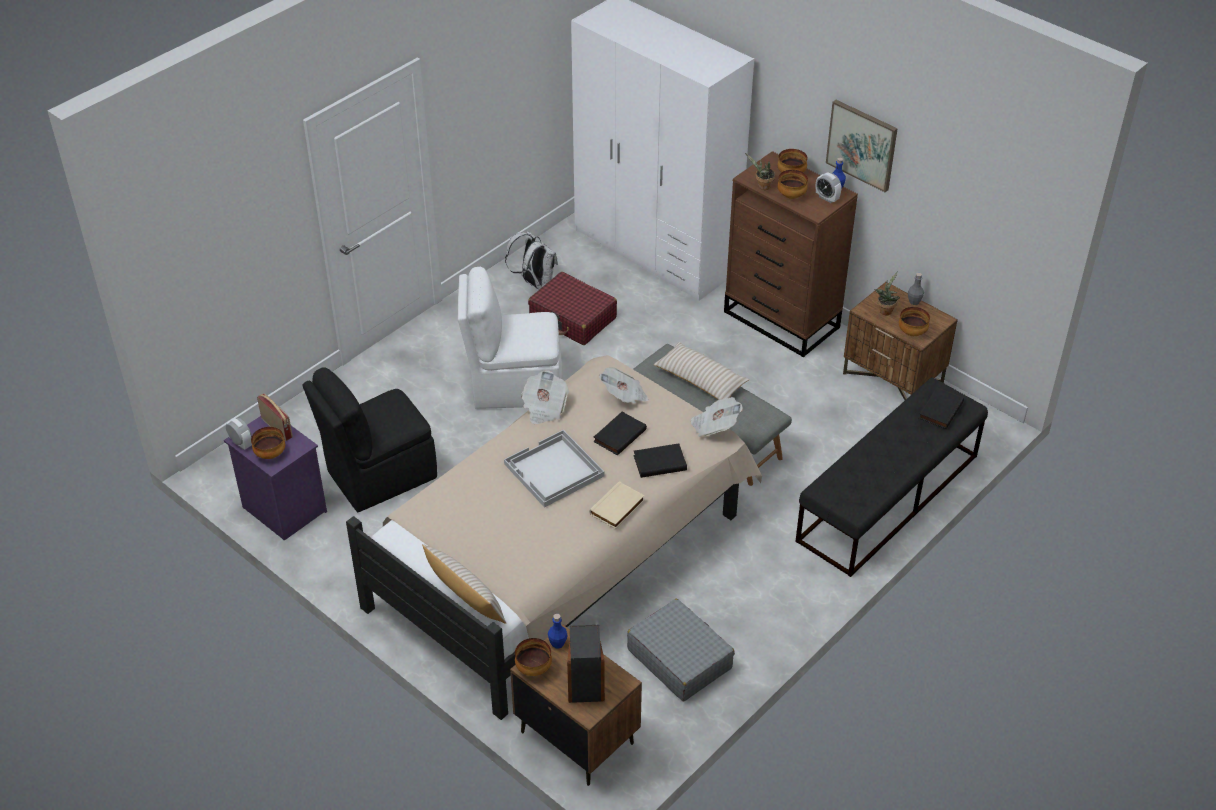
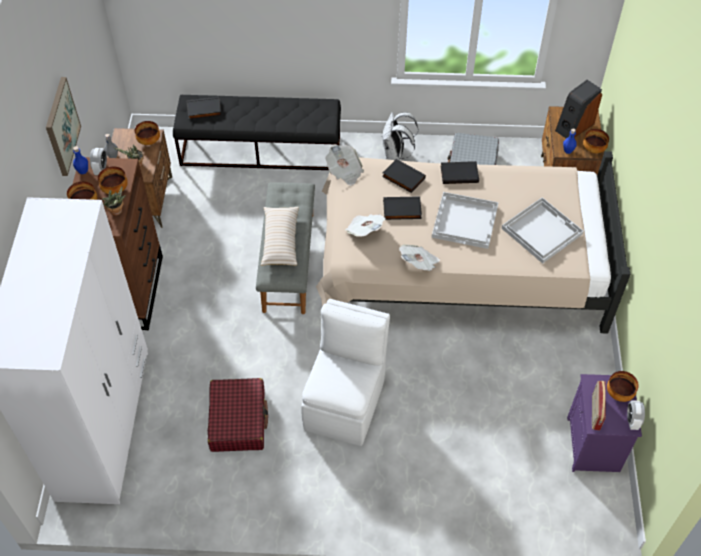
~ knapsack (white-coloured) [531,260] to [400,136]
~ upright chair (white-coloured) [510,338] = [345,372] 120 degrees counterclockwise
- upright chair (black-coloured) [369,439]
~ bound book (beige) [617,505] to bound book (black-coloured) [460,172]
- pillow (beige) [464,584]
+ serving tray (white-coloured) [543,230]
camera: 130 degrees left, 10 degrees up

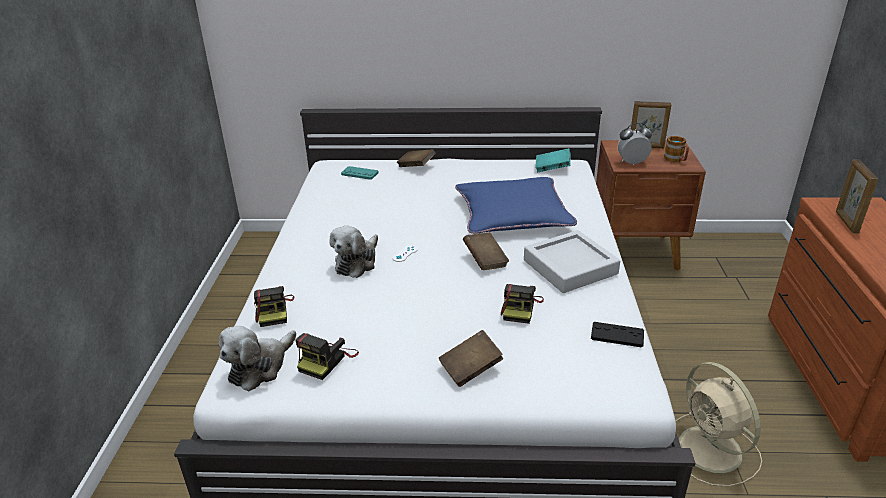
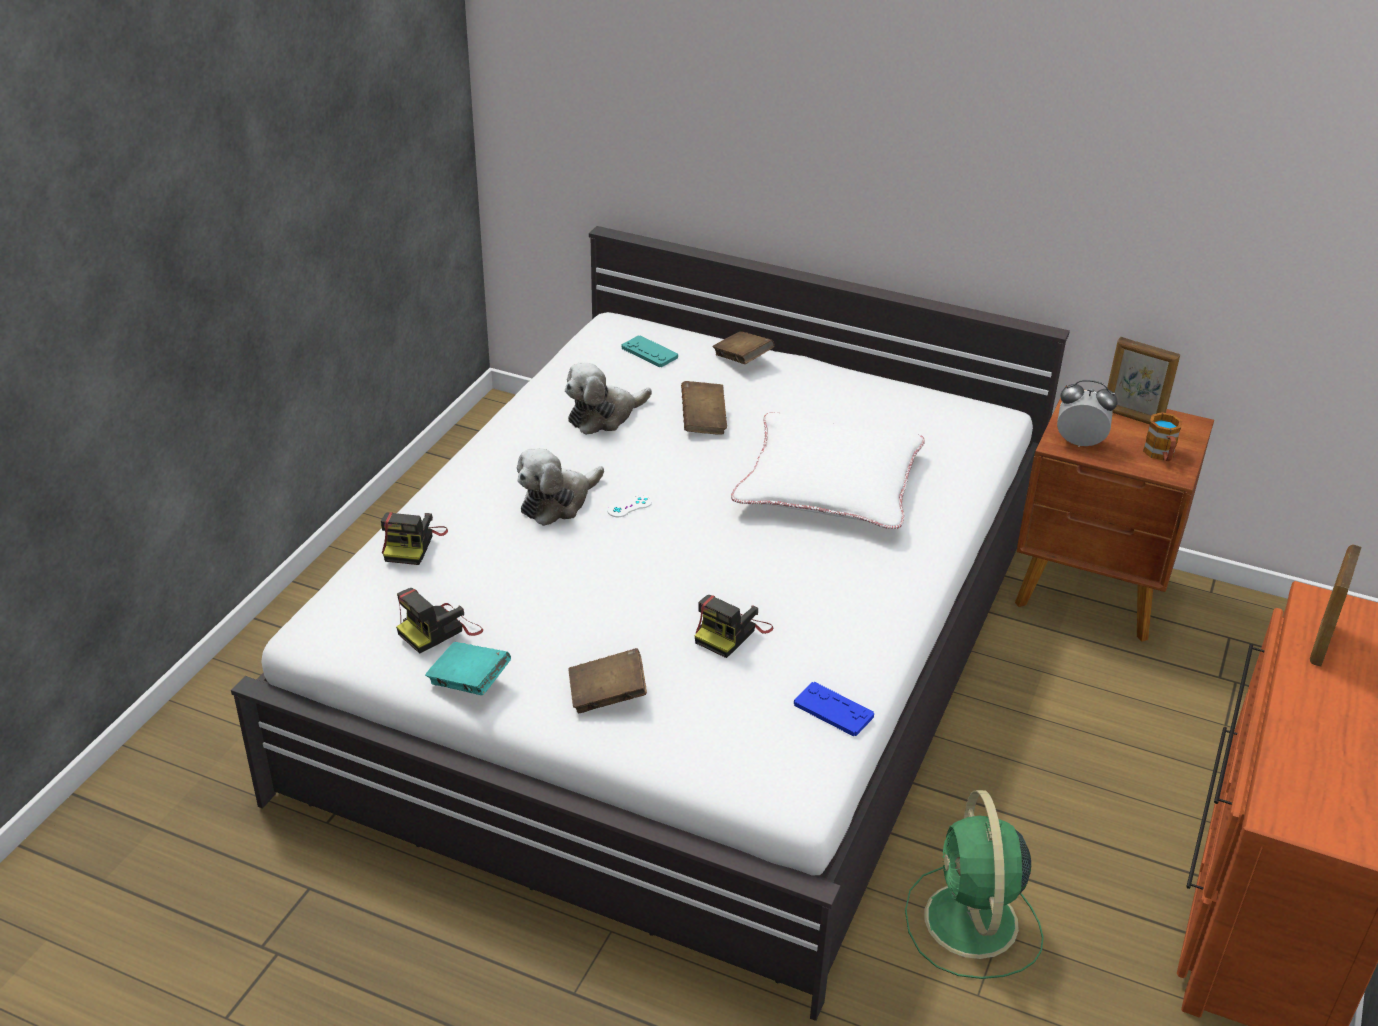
~ bound book (blue-green) [553,160] to [468,668]
~ pillow (blue) [516,205] to pillow (white-coloured) [828,470]
- serving tray (grey) [572,261]
~ bound book (brownish) [486,251] to [704,408]
~ game controller (black-coloured) [617,334] to game controller (blue) [834,709]
~ plush toy [257,358] to [608,399]
~ fan (beige) [718,424] to fan (green-coloured) [974,884]
camera: 20 degrees right, 5 degrees up

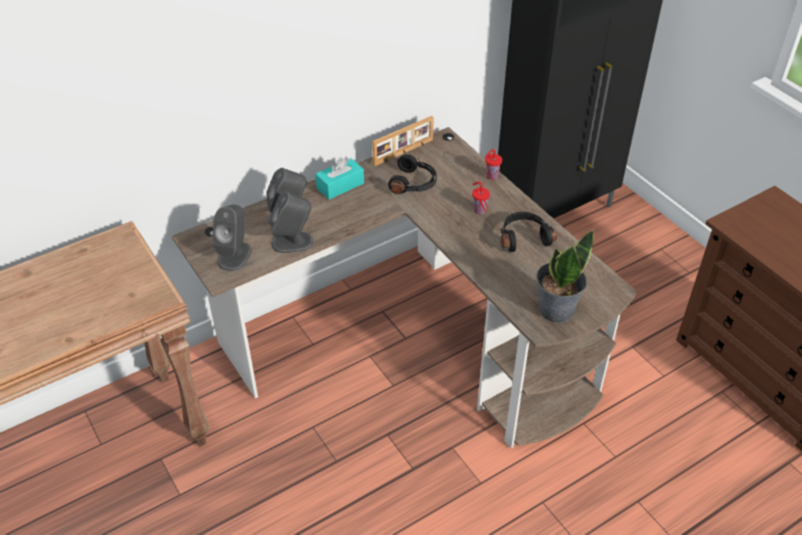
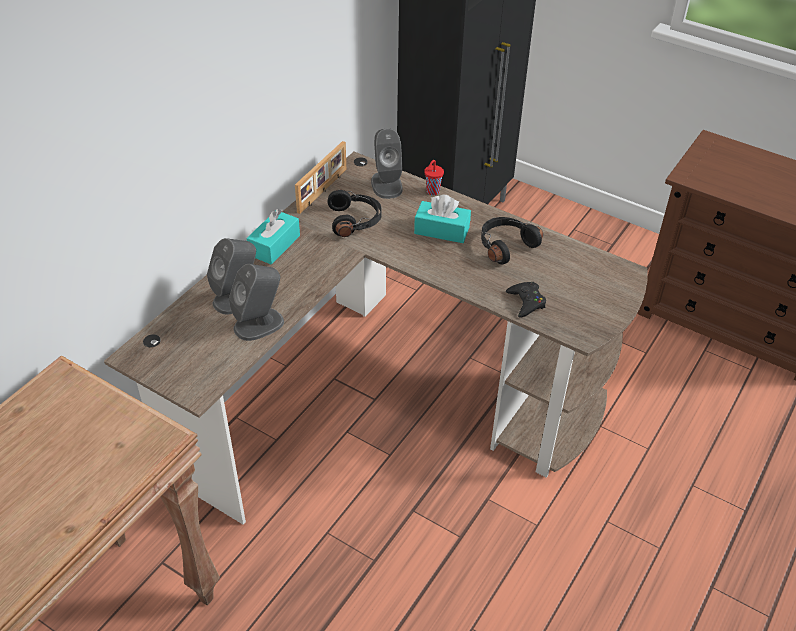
~ drinking cup (red) [481,198] to tissue holder (blue-green) [442,219]
~ loudspeaker (grey) [232,238] to [387,164]
- plant in a pot [565,276]
+ game controller (black-coloured) [526,300]
camera: 25 degrees left, 0 degrees up

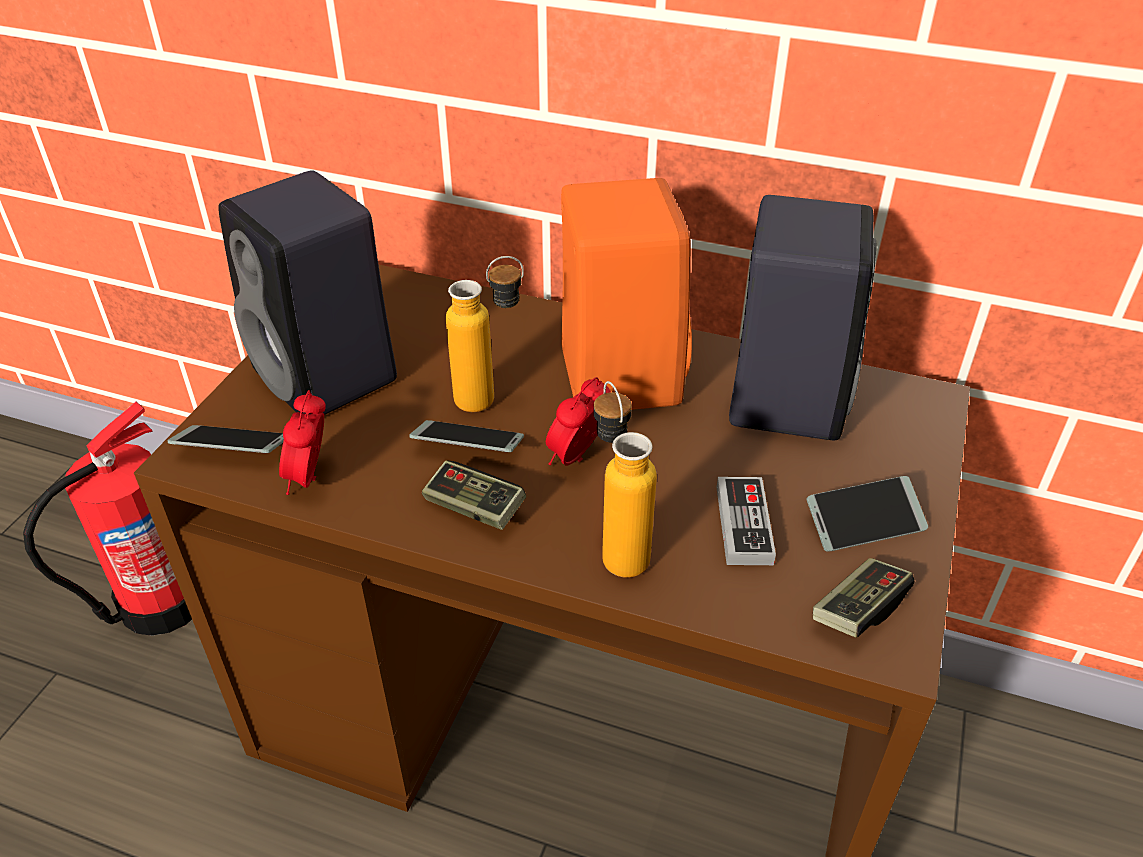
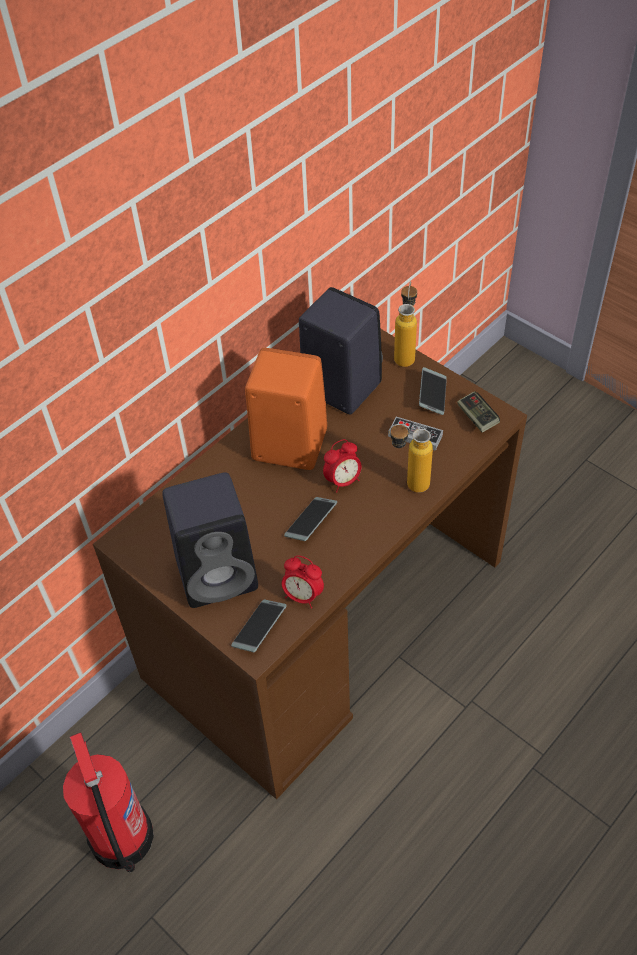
~ beverage bottle [485,334] to [405,324]
~ bedside clock [578,421] = [342,466] 90 degrees counterclockwise
- game controller [474,495]
camera: 65 degrees left, 10 degrees up

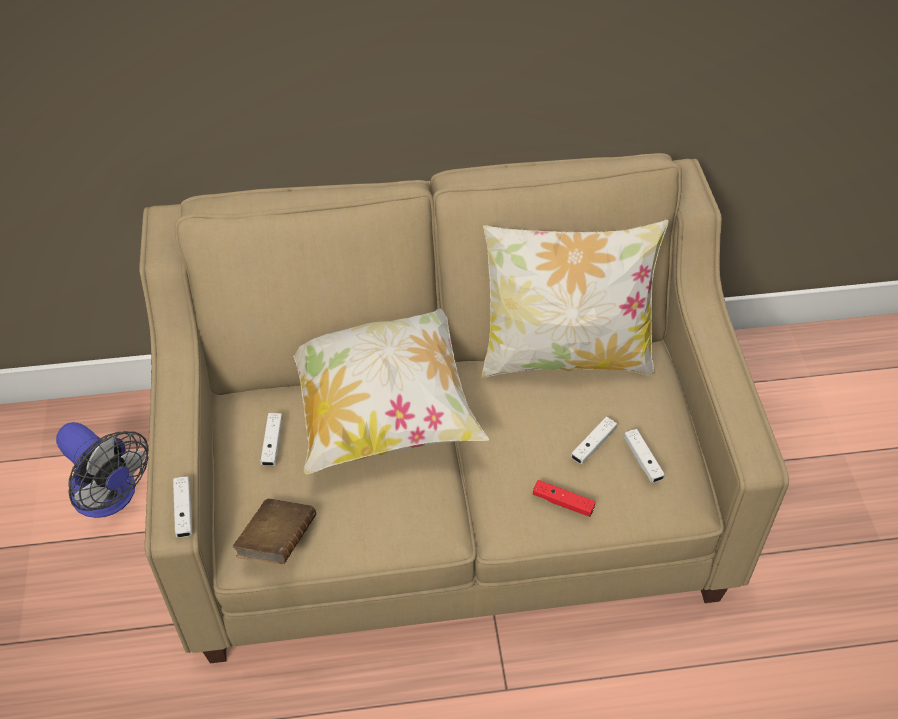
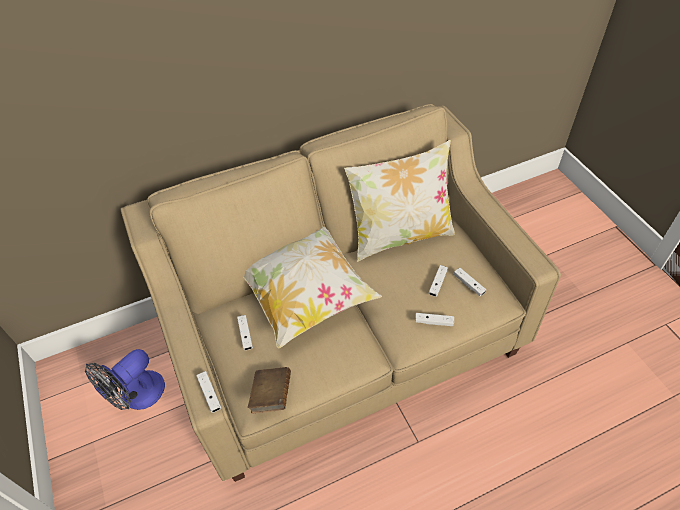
~ fan [102,470] = [125,379] 105 degrees clockwise
~ game controller (red) [564,498] to game controller (white-coloured) [434,319]
camera: 15 degrees left, 0 degrees up

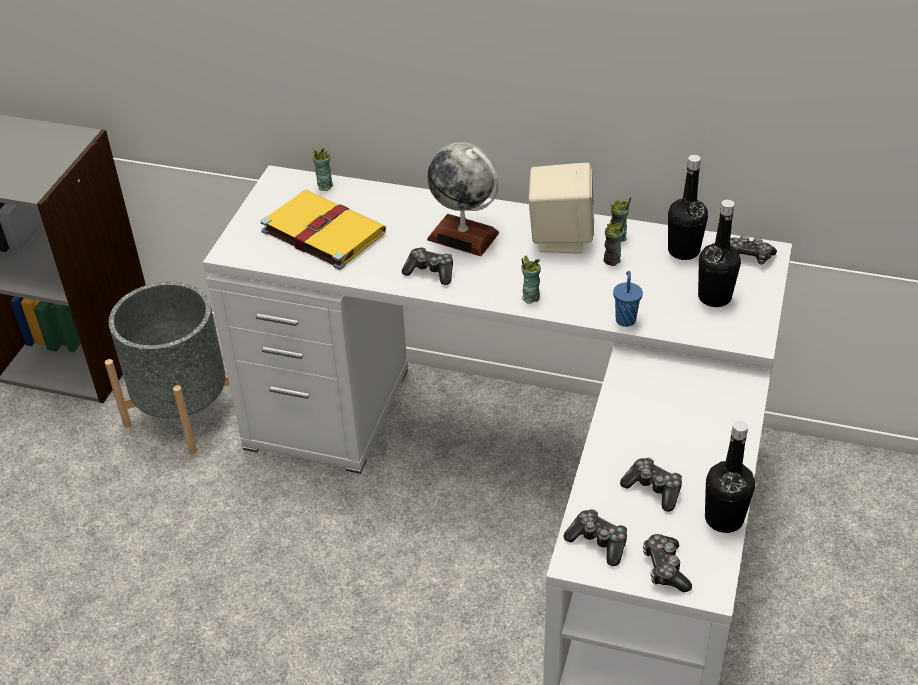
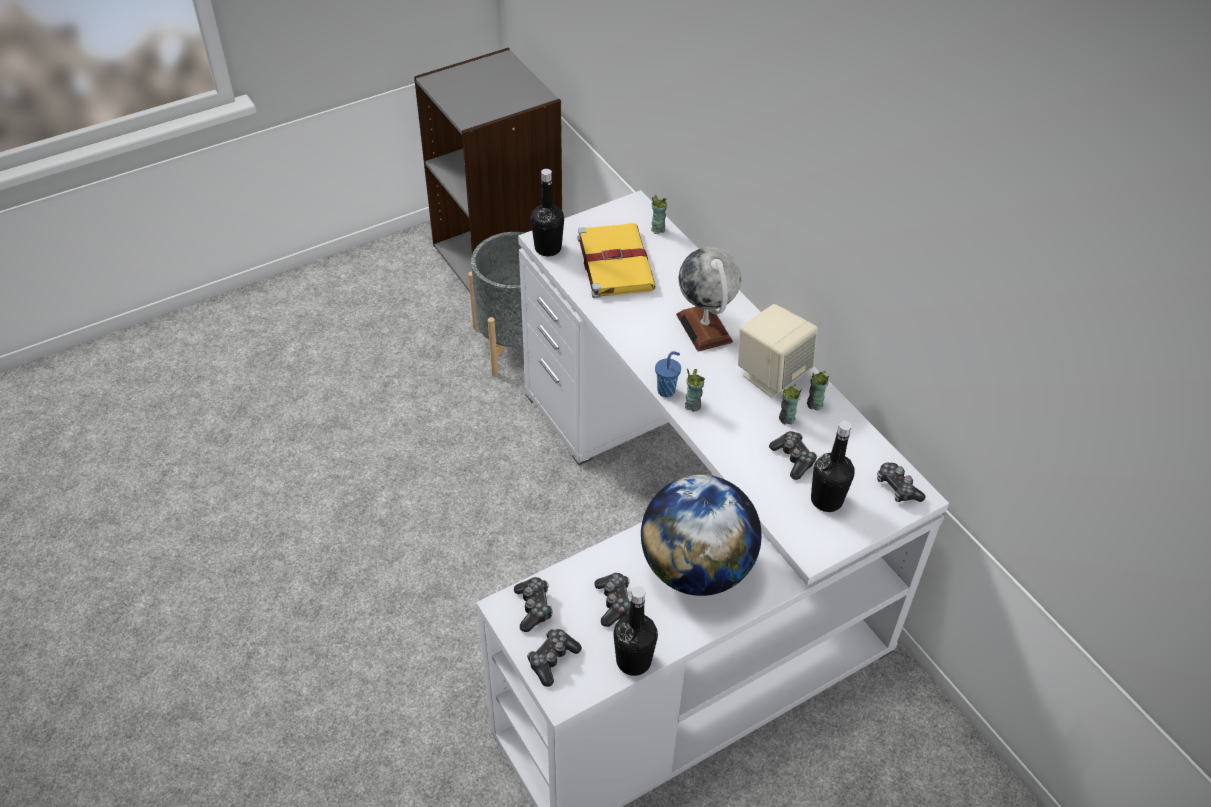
~ beverage bottle (black-coloured) [688,207] to [547,213]
~ game controller [427,266] to [793,455]
~ drinking cup (blue) [628,299] to [668,374]
+ globe [701,535]
camera: 40 degrees right, 5 degrees up

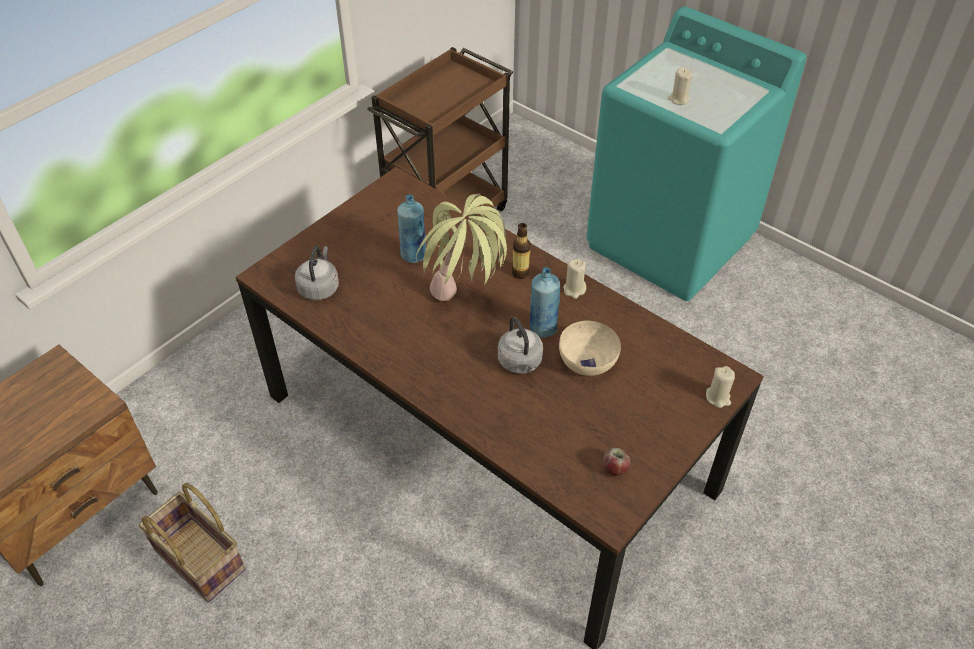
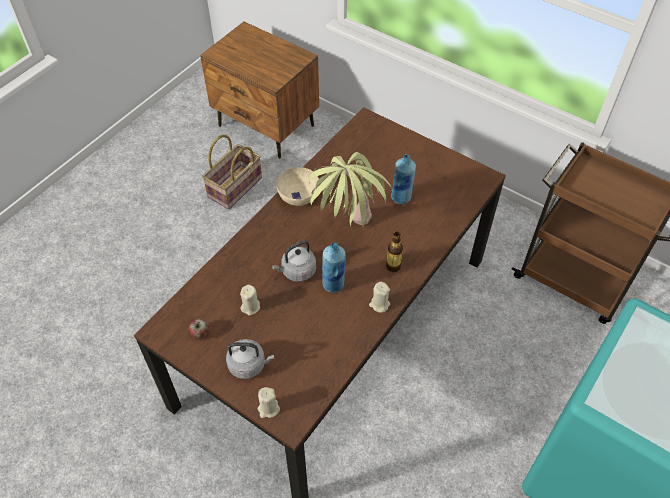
~ candle (beige) [680,86] to [250,300]
~ tea kettle (grey) [317,273] to [250,359]
~ bowl (beige) [590,348] to [298,186]
camera: 85 degrees right, 5 degrees up

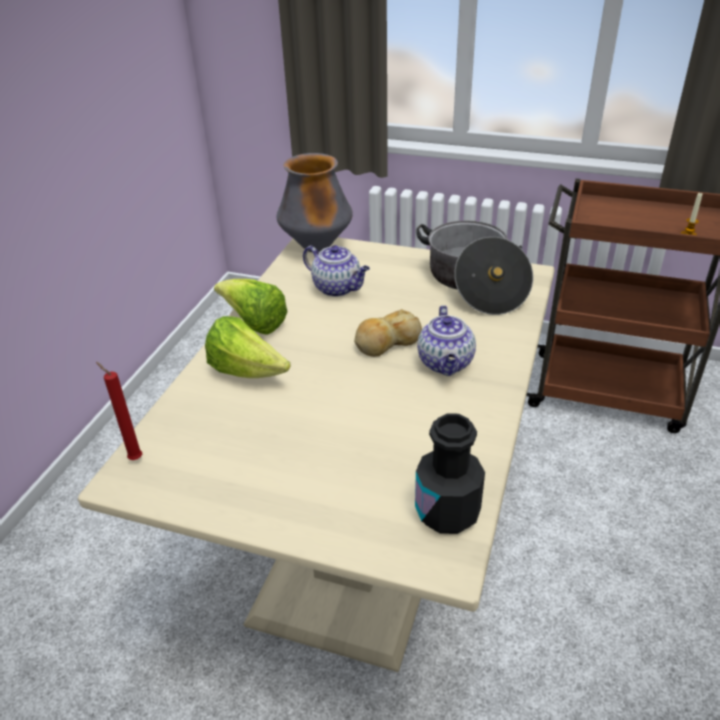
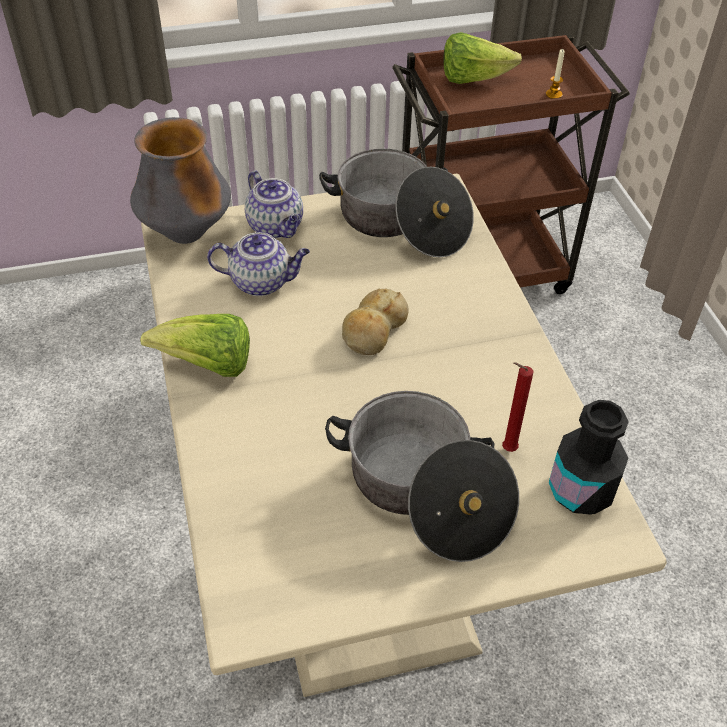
~ pot for tea [446,340] to [274,204]
~ head of lettuce [248,347] to [482,58]
~ candle (red) [119,411] to [517,407]
+ cooking pot [422,476]
camera: 35 degrees left, 10 degrees up

